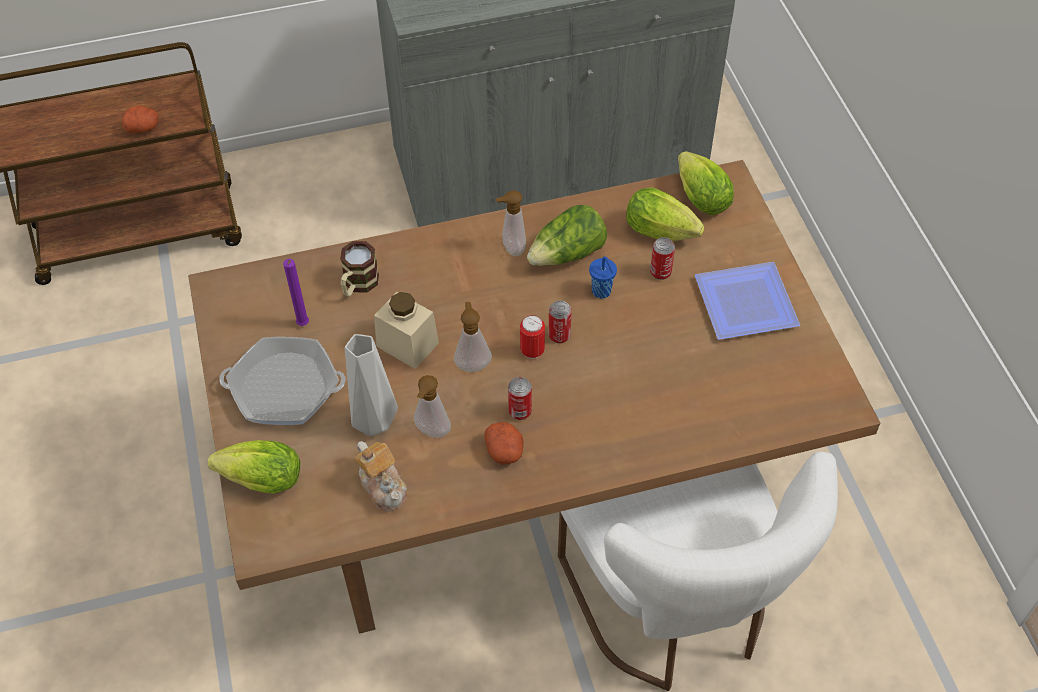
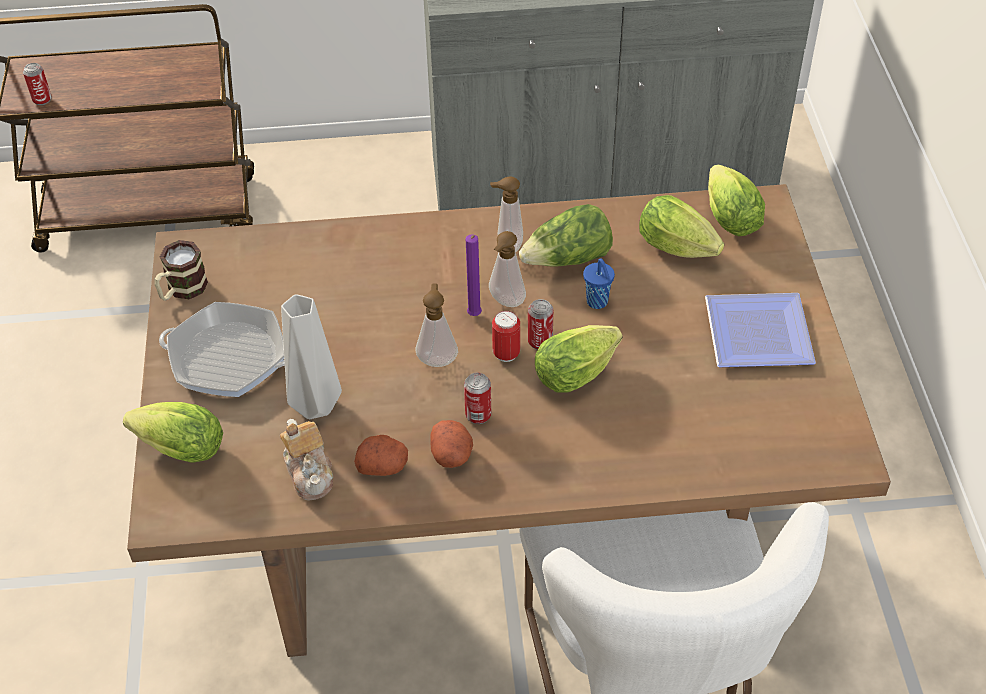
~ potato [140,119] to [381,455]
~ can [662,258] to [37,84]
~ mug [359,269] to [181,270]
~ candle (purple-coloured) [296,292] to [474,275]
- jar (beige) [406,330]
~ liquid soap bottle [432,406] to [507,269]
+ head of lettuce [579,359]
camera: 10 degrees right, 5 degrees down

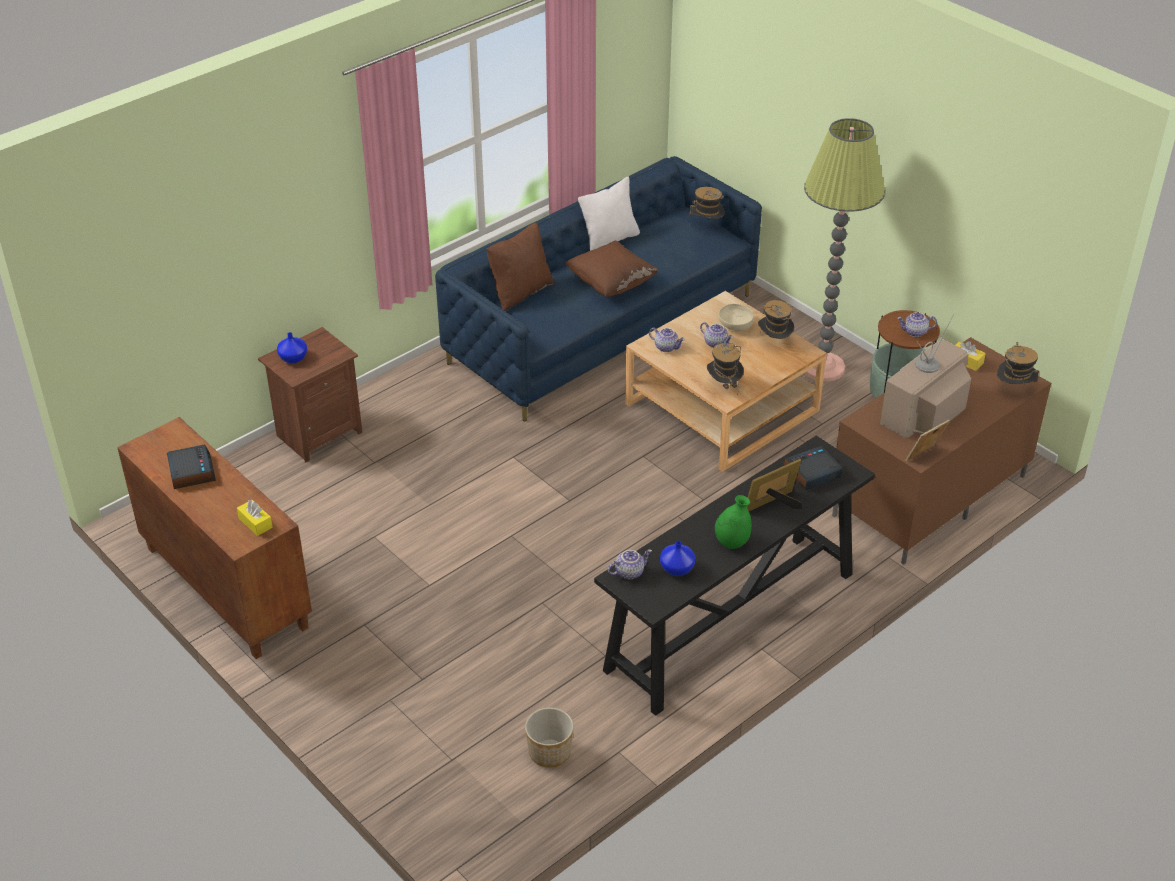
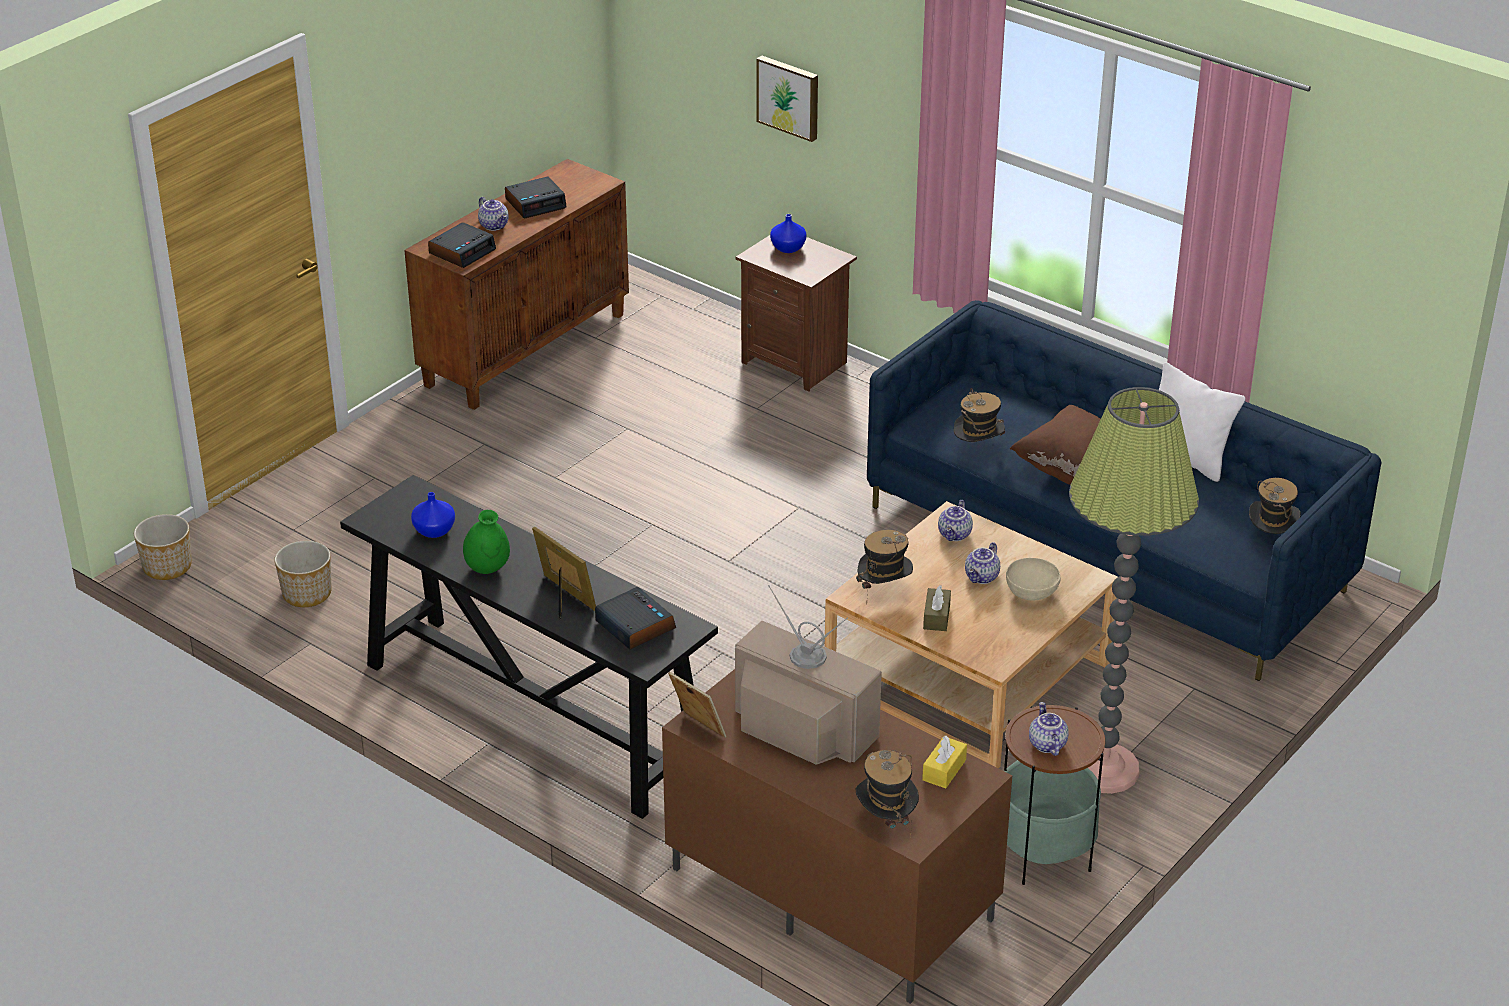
- pillow (brownish) [520,266]
~ hat [776,319] to [979,415]
~ tissue holder (yellow) [255,518] to bedside clock [462,245]
~ pot for tea [630,564] to [493,214]
+ wall art [787,99]
+ flower pot [163,547]
+ tissue holder (brownish) [937,608]
camera: 80 degrees right, 5 degrees down

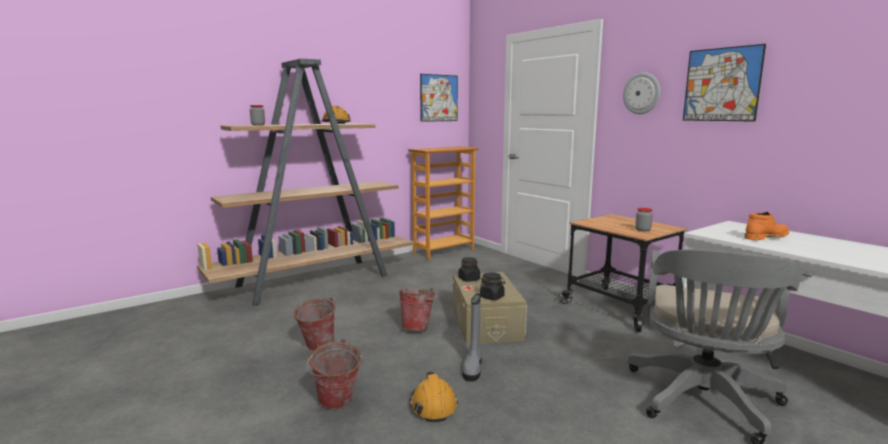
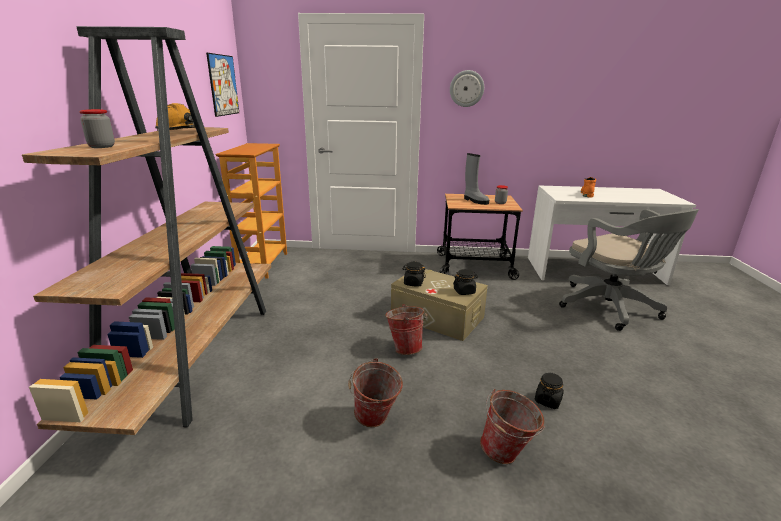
- wall art [724,83]
~ high-top boot (grey) [472,338] to [476,179]
~ work helmet (orange-coloured) [434,396] to jar (black-coloured) [549,391]
camera: 50 degrees left, 10 degrees up

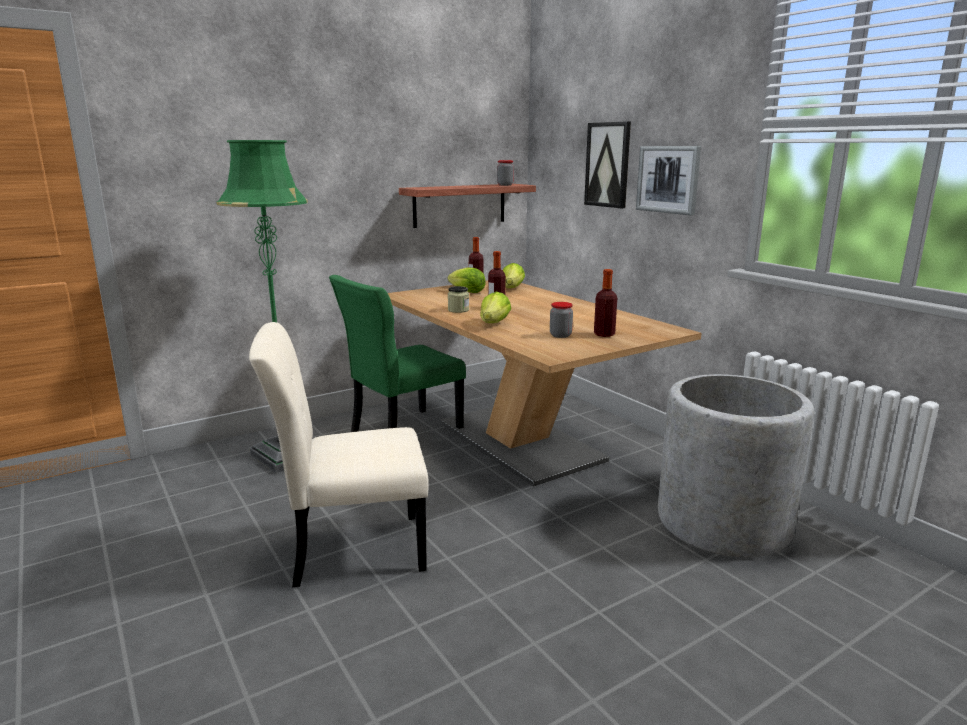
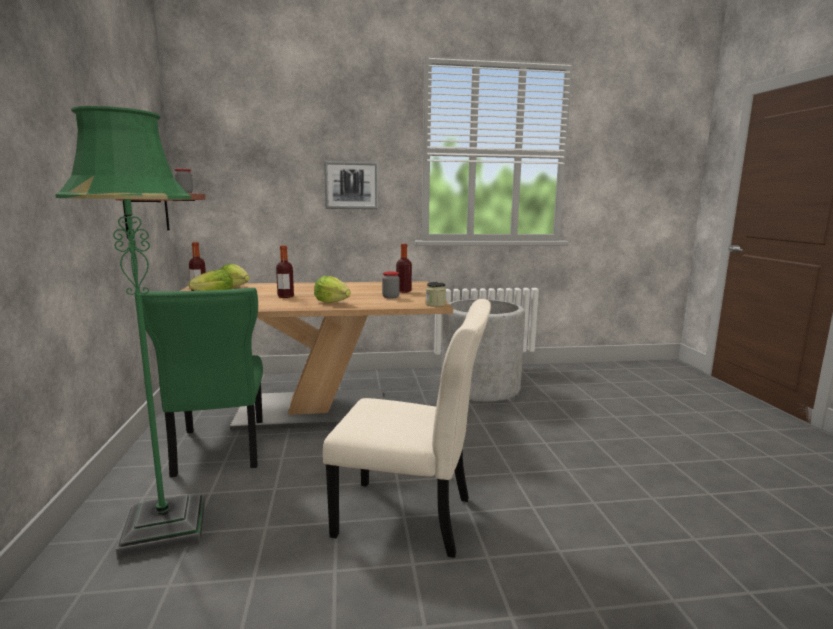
- wall art [607,164]
~ jar [458,299] to [436,294]
~ upright chair (beige) [339,455] = [407,428] 90 degrees counterclockwise
camera: 65 degrees left, 5 degrees down

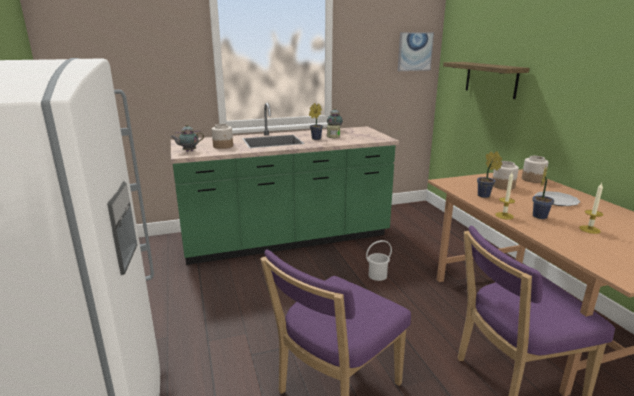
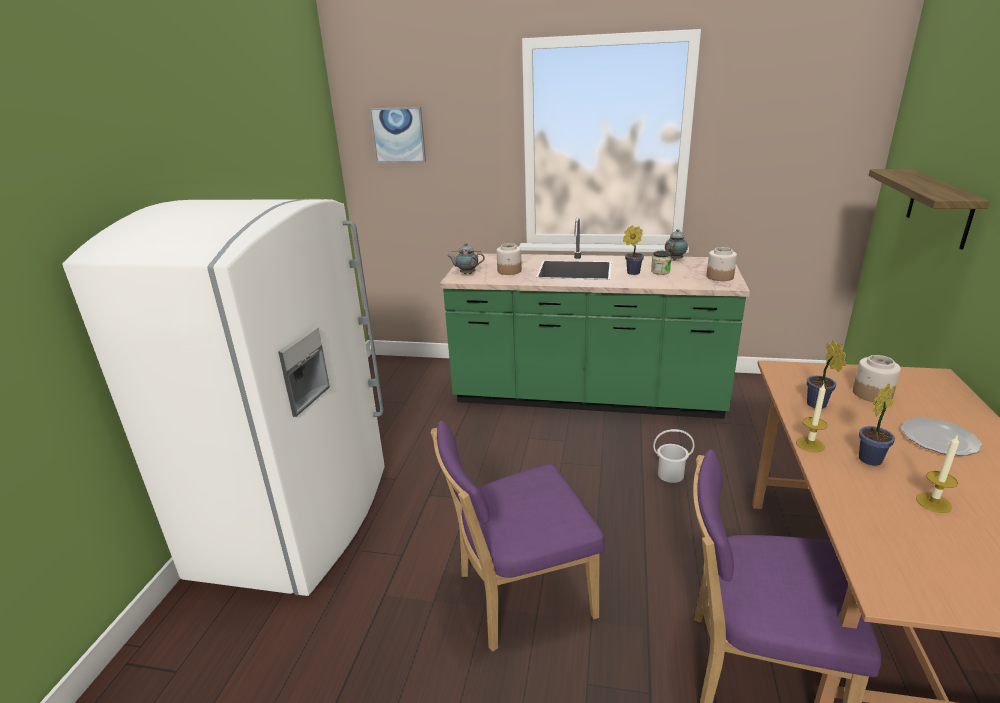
~ wall art [416,51] to [398,135]
~ jar [535,169] to [722,264]
camera: 30 degrees right, 5 degrees up

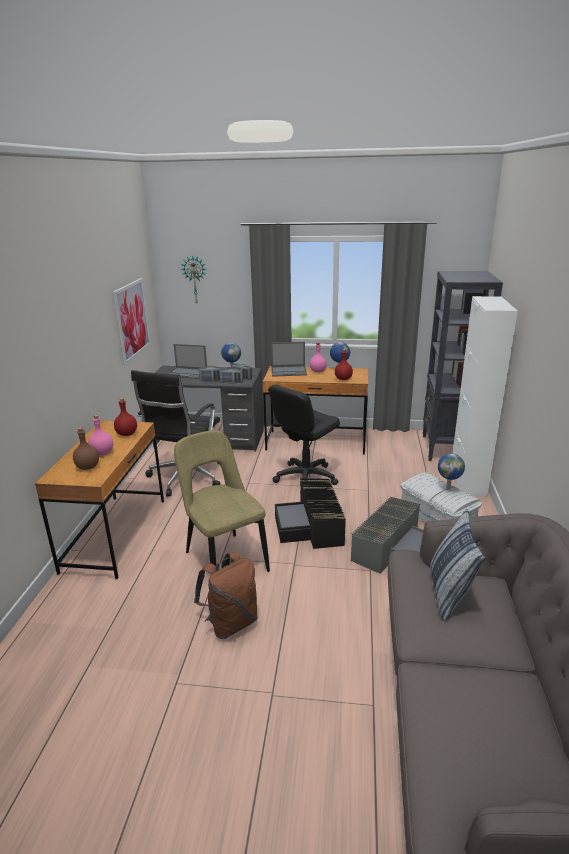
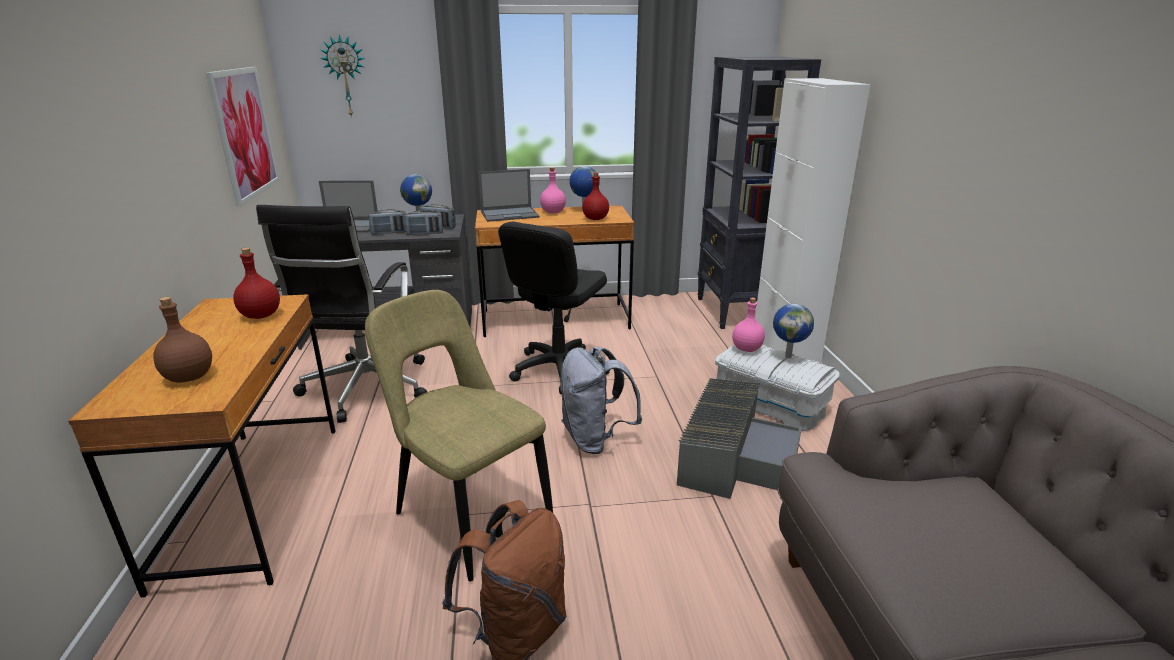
~ beverage bottle (pinkish) [100,435] to [748,325]
~ storage bin (black-coloured) [310,513] to knapsack (grey) [601,400]
- pillow [457,565]
camera: 15 degrees left, 0 degrees up

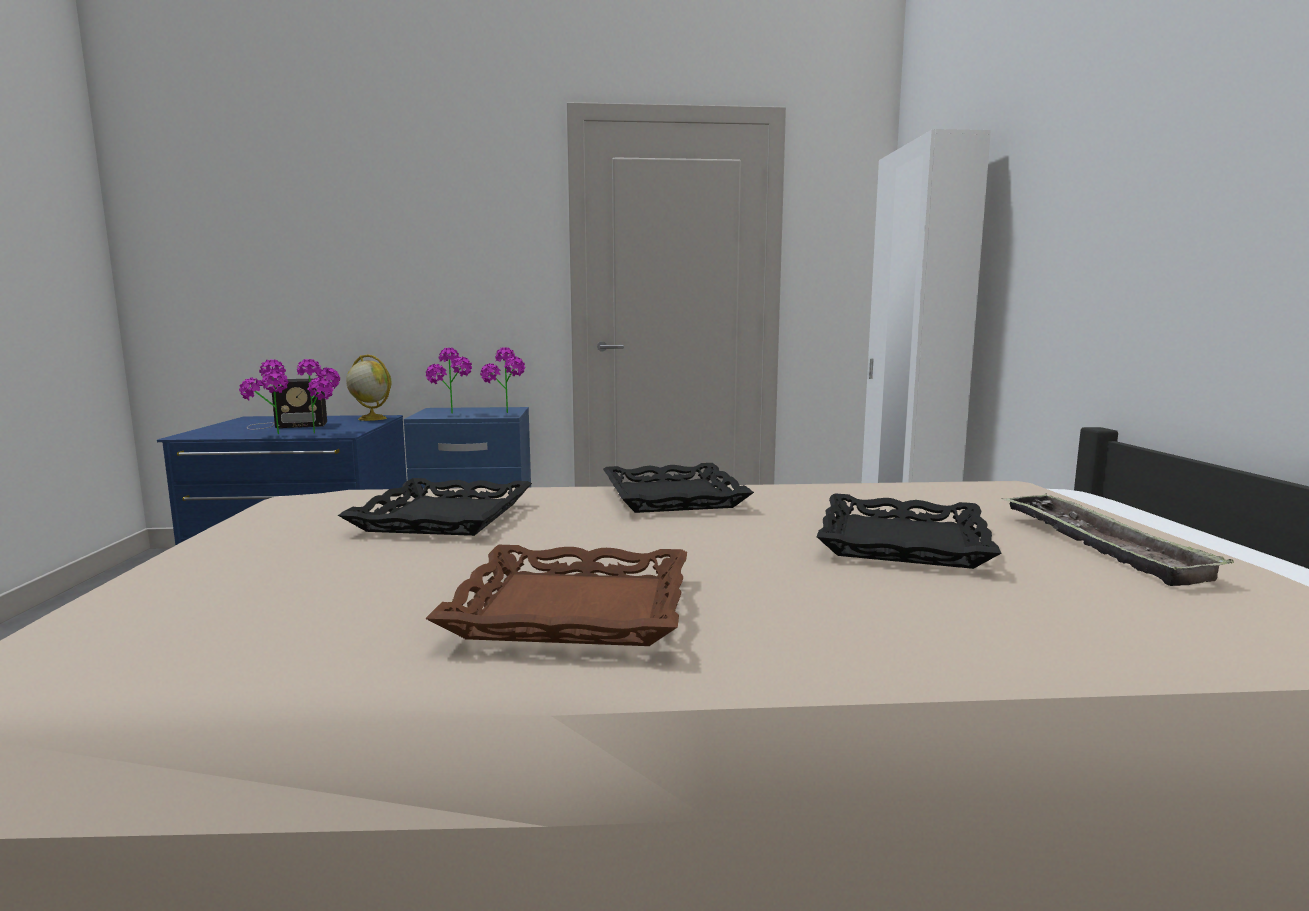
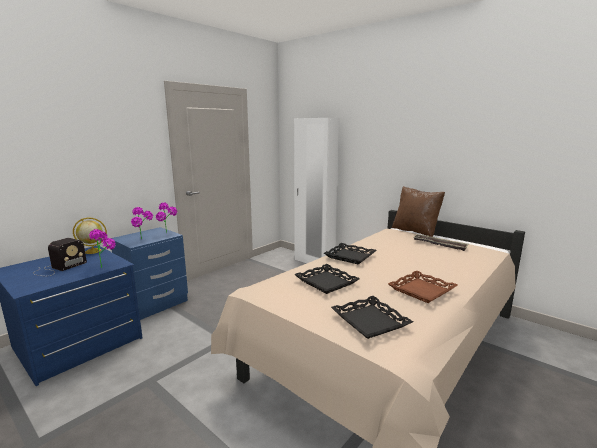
- plant in a pot [264,397]
~ serving tray (black-coloured) [909,531] to [372,317]
+ pillow (brownish) [418,211]
camera: 45 degrees left, 5 degrees up

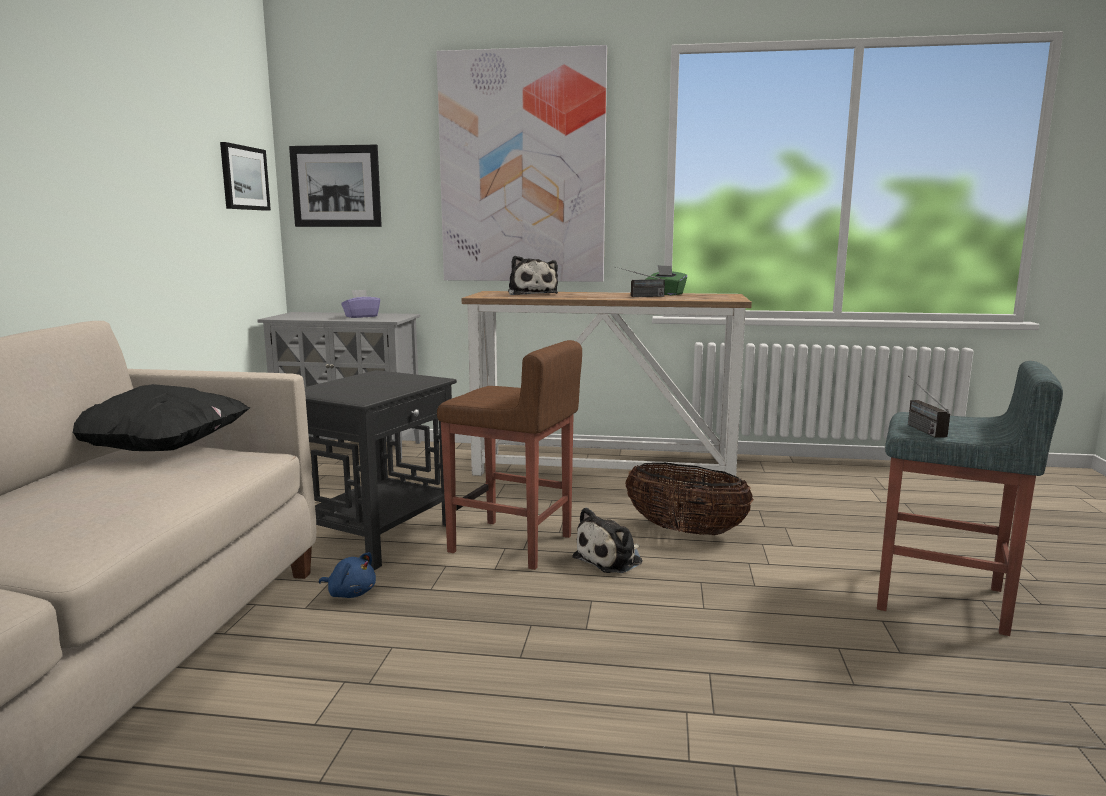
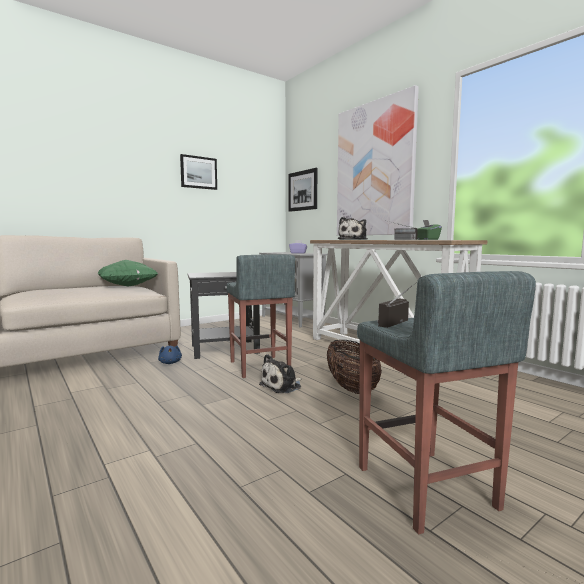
~ wall art [245,176] to [198,172]
~ stool seat (brownish) [509,455] to stool seat (grey) [261,316]
~ pillow (black-coloured) [161,417] to pillow (green-coloured) [128,273]
~ plush toy [607,540] = [280,373] 45 degrees counterclockwise
camera: 45 degrees right, 5 degrees down

